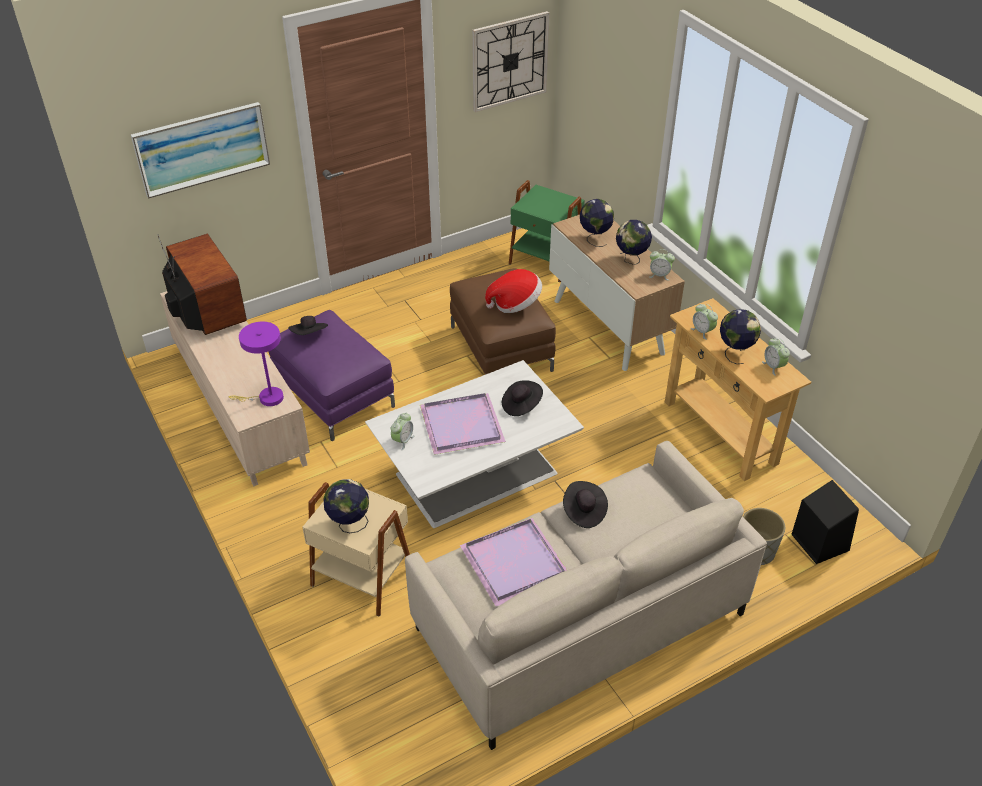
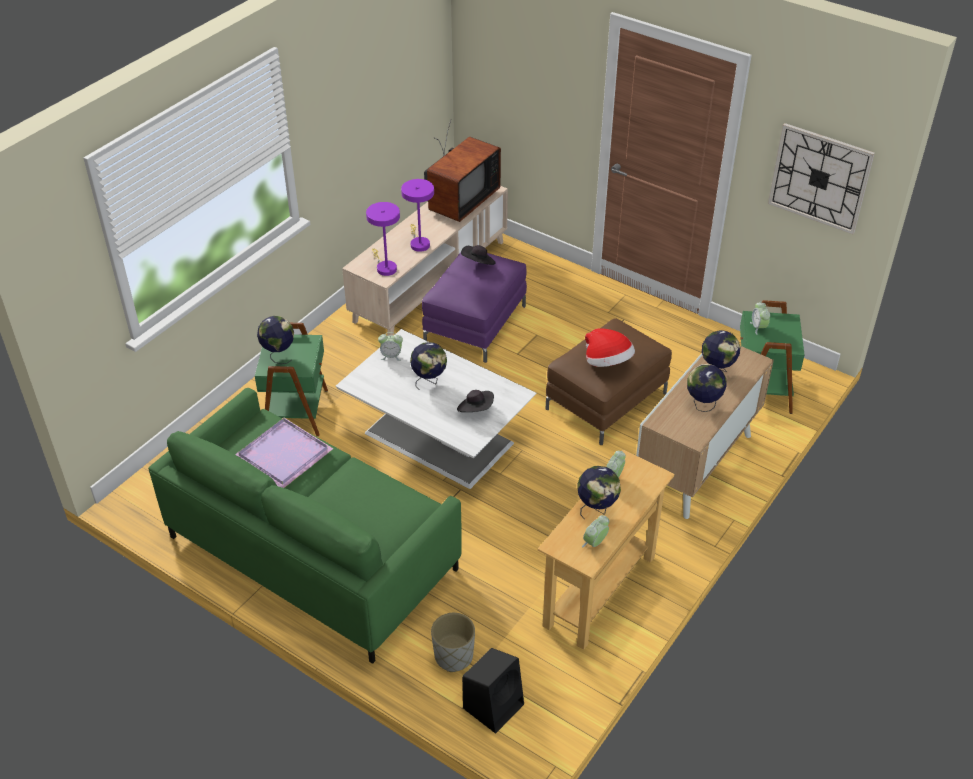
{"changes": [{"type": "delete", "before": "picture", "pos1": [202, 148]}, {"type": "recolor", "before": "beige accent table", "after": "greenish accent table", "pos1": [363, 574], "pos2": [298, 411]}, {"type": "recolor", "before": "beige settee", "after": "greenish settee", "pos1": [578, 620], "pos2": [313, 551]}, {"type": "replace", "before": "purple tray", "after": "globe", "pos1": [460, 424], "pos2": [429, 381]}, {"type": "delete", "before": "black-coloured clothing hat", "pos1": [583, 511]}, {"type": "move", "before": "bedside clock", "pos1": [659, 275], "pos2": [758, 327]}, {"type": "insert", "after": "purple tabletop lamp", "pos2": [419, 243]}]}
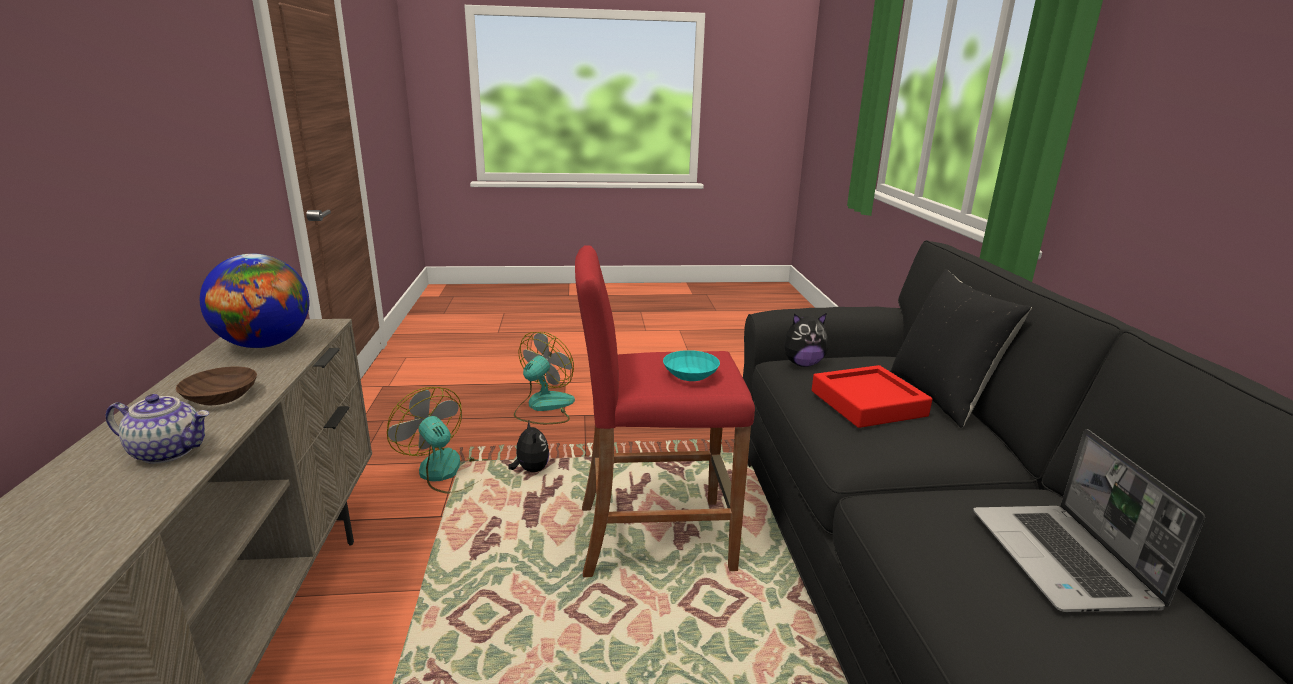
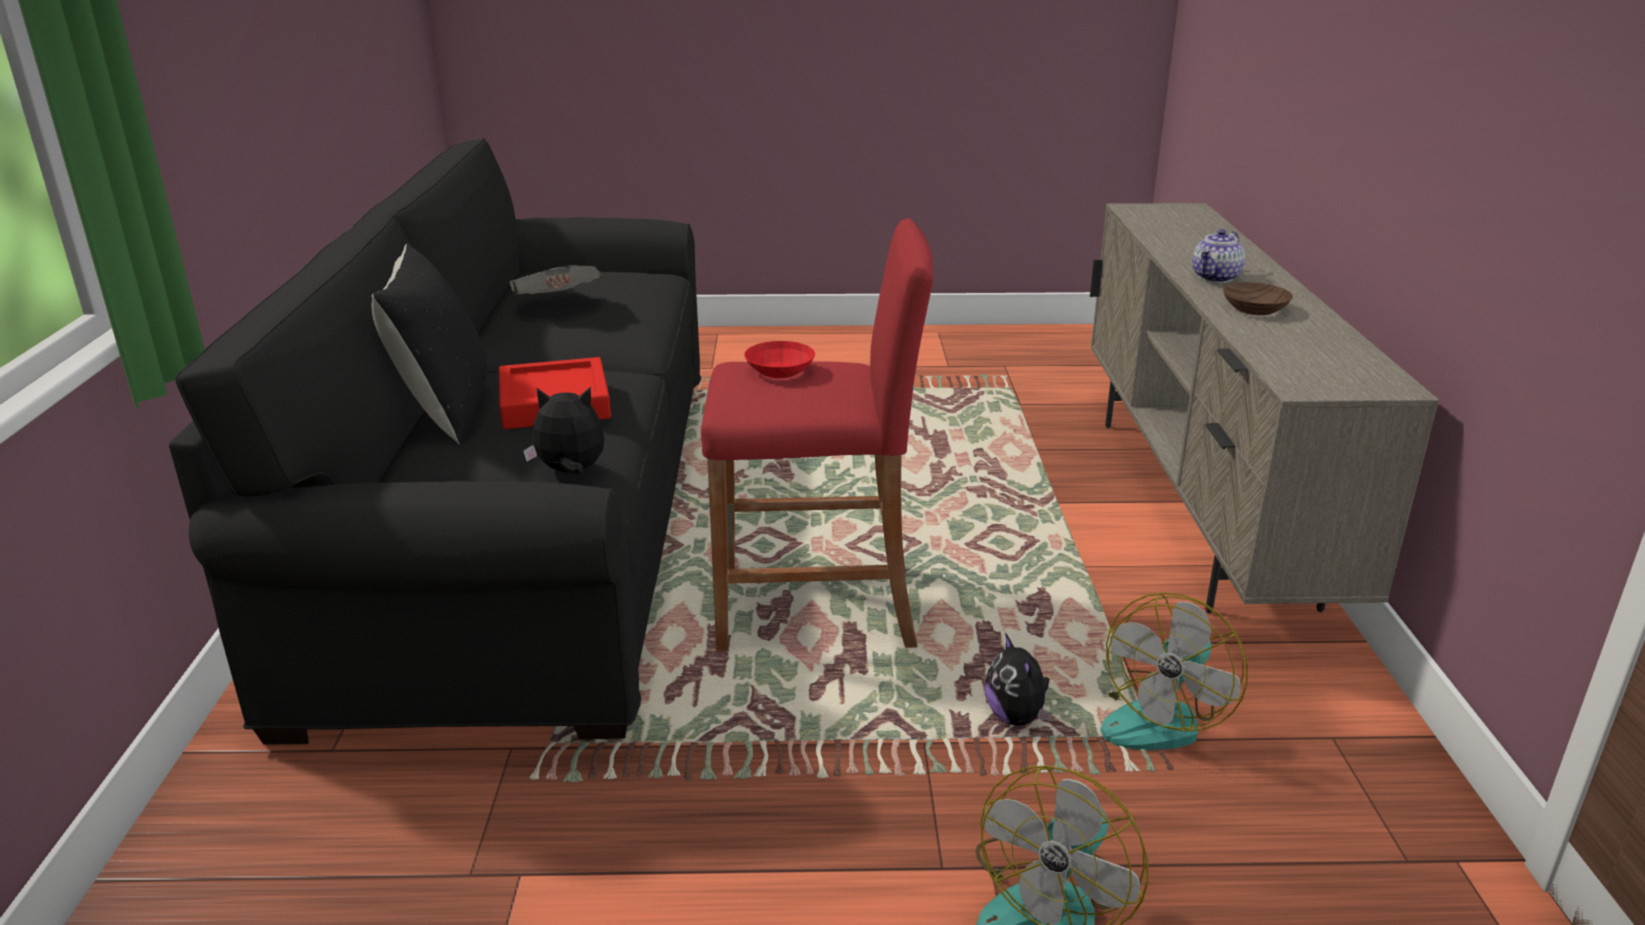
{"changes": [{"type": "rotate", "before": "pot for tea", "pos1": [169, 451], "pos2": [1216, 277], "turn": -60}, {"type": "delete", "before": "globe", "pos1": [265, 344]}, {"type": "rotate", "before": "electric fan", "pos1": [447, 472], "pos2": [1159, 716], "turn": 75}, {"type": "recolor", "before": "turquoise-coloured deep dish", "after": "reddish deep dish", "pos1": [690, 374], "pos2": [780, 371]}, {"type": "replace", "before": "portable computer", "after": "newspaper", "pos1": [1063, 560], "pos2": [558, 305]}]}
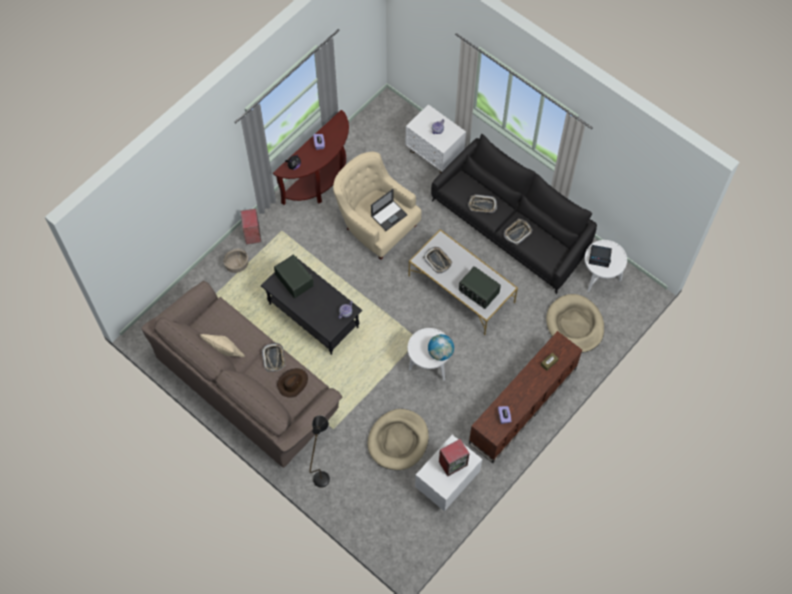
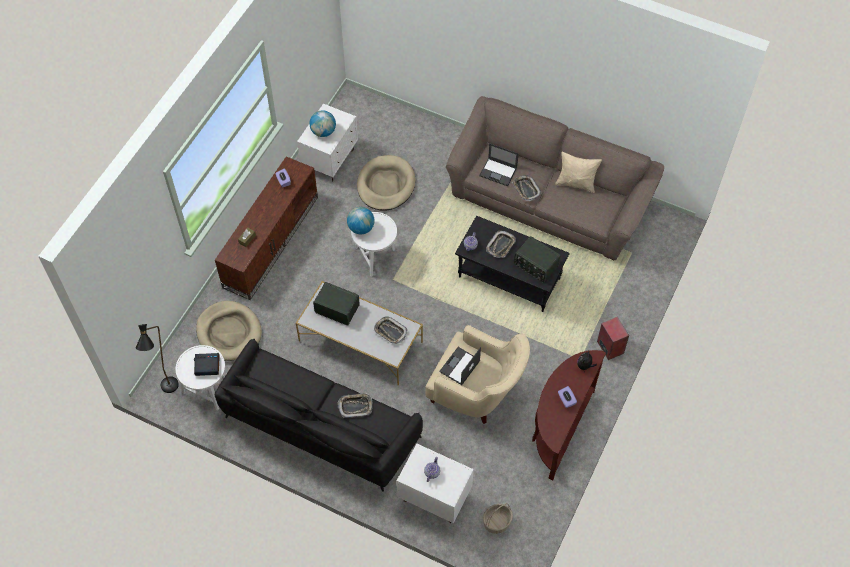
{"changes": [{"type": "move", "before": "household basket", "pos1": [237, 264], "pos2": [497, 522]}, {"type": "replace", "before": "brown clothing hat", "after": "portable computer", "pos1": [292, 383], "pos2": [498, 172]}, {"type": "move", "before": "black-coloured standard lamp", "pos1": [322, 473], "pos2": [169, 391]}, {"type": "replace", "before": "speaker", "after": "globe", "pos1": [453, 463], "pos2": [323, 132]}, {"type": "move", "before": "tray", "pos1": [517, 232], "pos2": [501, 246]}]}
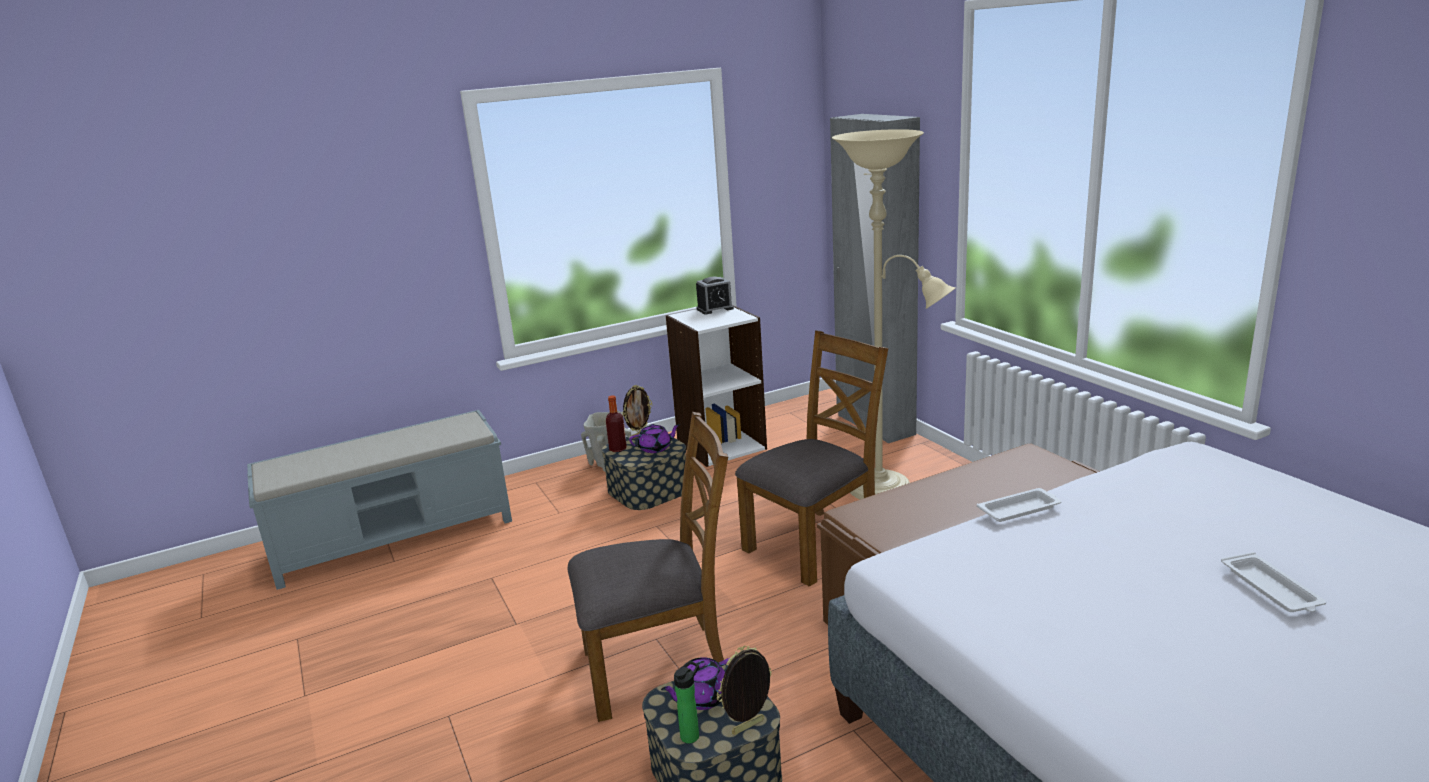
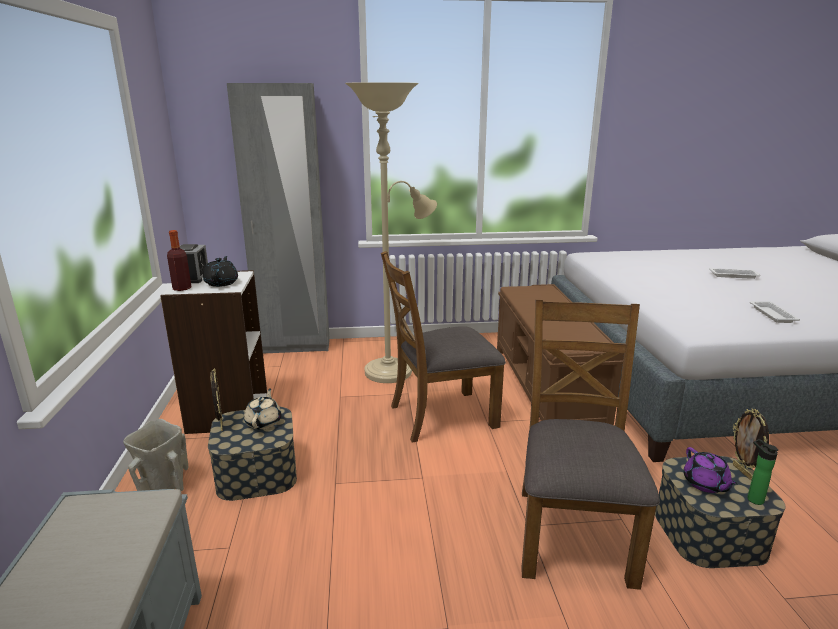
{"changes": [{"type": "move", "before": "bottle", "pos1": [618, 449], "pos2": [182, 288]}, {"type": "recolor", "before": "purple pot for tea", "after": "beige pot for tea", "pos1": [655, 448], "pos2": [264, 422]}, {"type": "rotate", "before": "brown chair", "pos1": [814, 544], "pos2": [441, 415], "turn": -90}, {"type": "move", "before": "whitish tray", "pos1": [1020, 509], "pos2": [771, 314]}, {"type": "insert", "after": "black-coloured pot for tea", "pos2": [222, 283]}]}
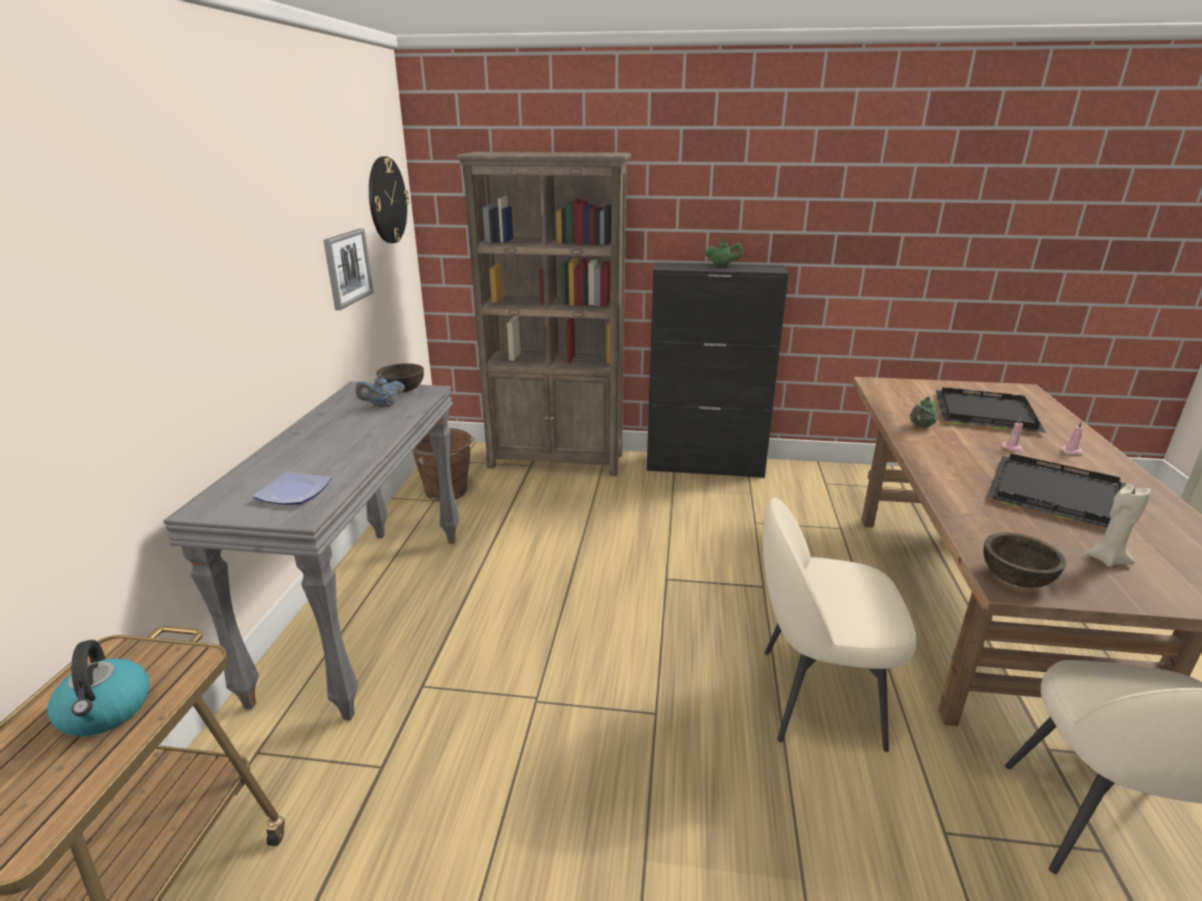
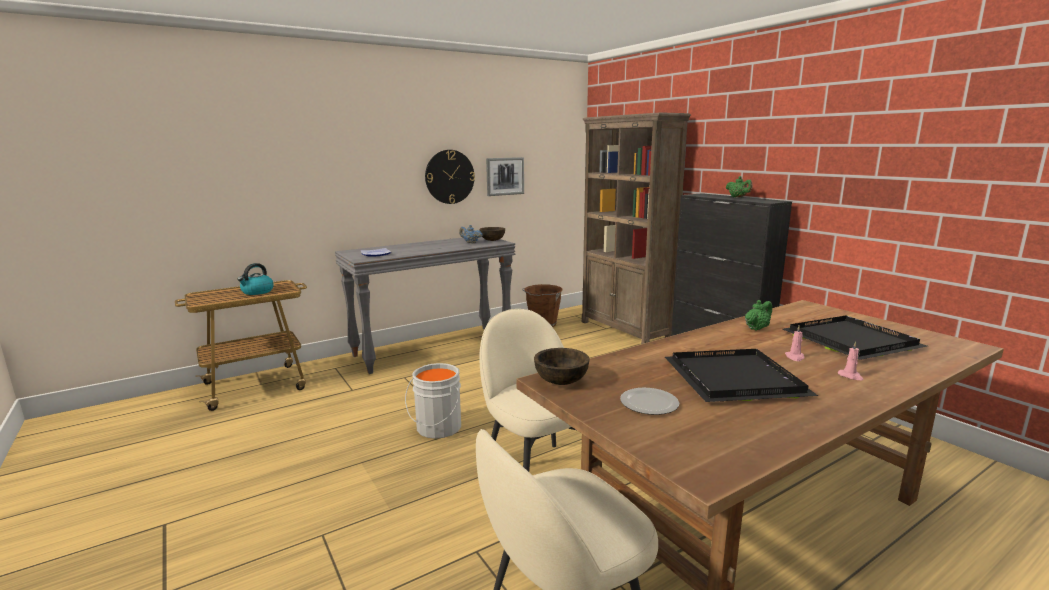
{"changes": [{"type": "move", "before": "wall clock", "pos1": [387, 200], "pos2": [449, 177]}, {"type": "rotate", "before": "greenish pot for tea", "pos1": [920, 426], "pos2": [756, 328], "turn": 135}, {"type": "replace", "before": "beige wax light", "after": "plate", "pos1": [1106, 559], "pos2": [648, 404]}, {"type": "insert", "after": "grey bucket", "pos2": [437, 428]}]}
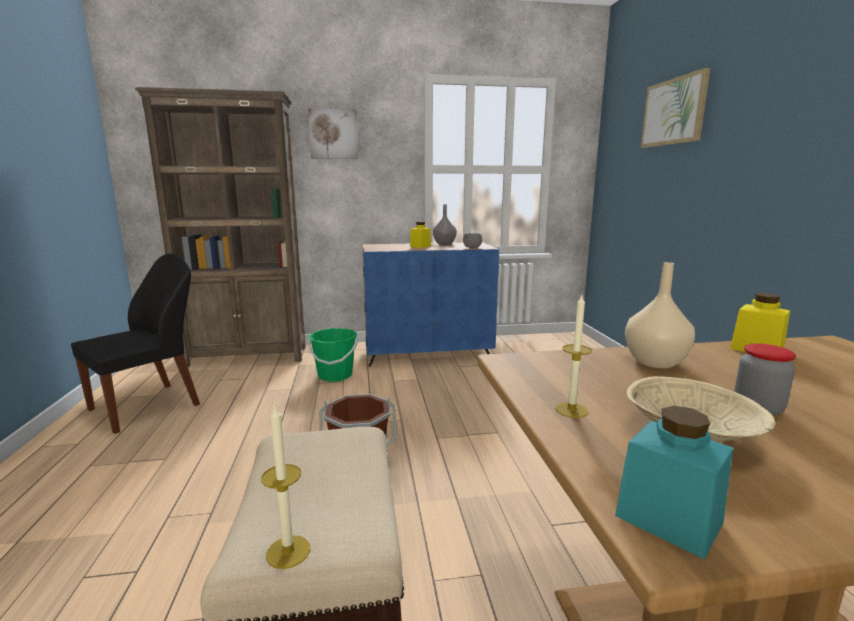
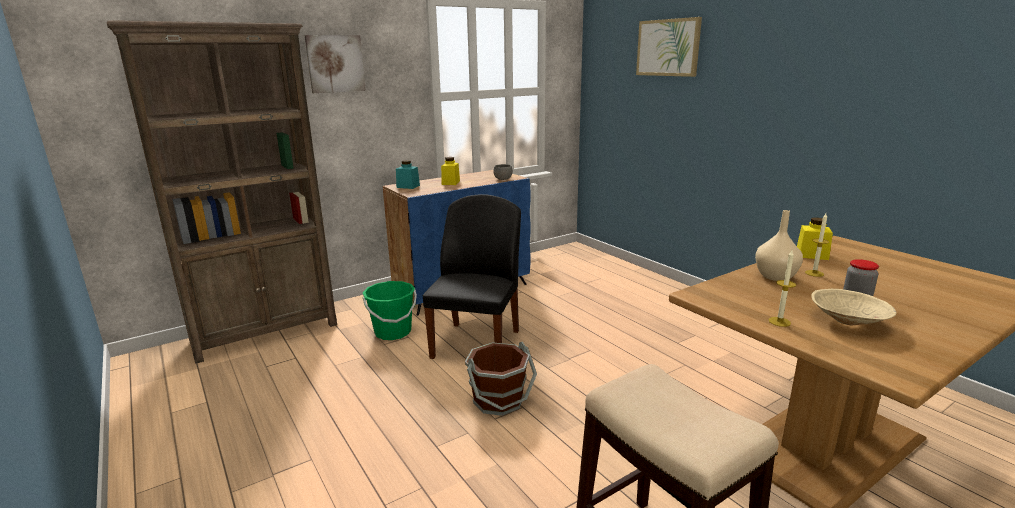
{"changes": [{"type": "move", "before": "black-coloured chair", "pos1": [148, 406], "pos2": [477, 343]}, {"type": "move", "before": "wax light", "pos1": [288, 551], "pos2": [814, 273]}, {"type": "delete", "before": "grey vase", "pos1": [445, 244]}, {"type": "move", "before": "turquoise-coloured preserve jar", "pos1": [668, 519], "pos2": [408, 186]}]}
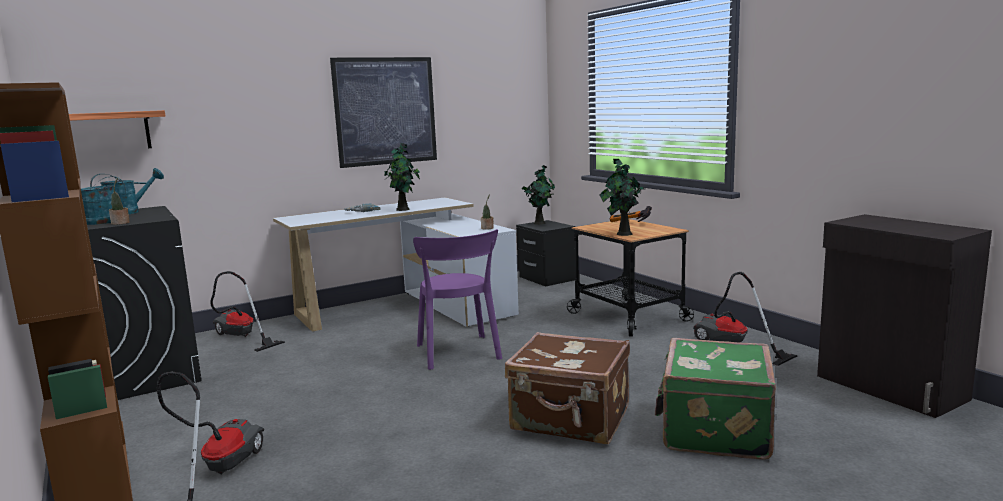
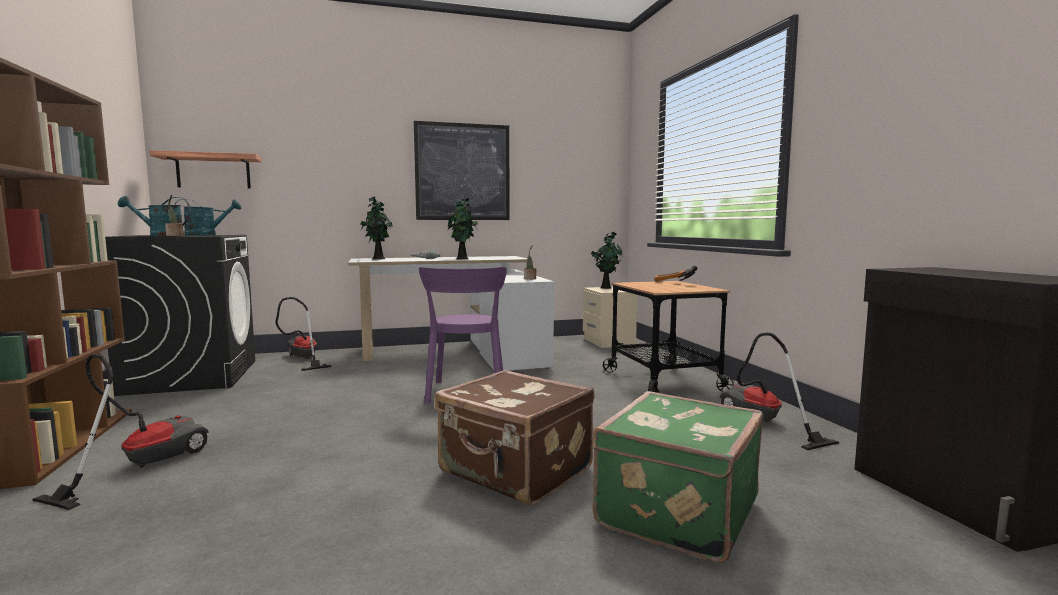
{"changes": [{"type": "recolor", "before": "black-coloured bedside table", "after": "beige bedside table", "pos1": [545, 279], "pos2": [607, 342]}, {"type": "move", "before": "plant in a pot", "pos1": [622, 234], "pos2": [377, 259]}]}
